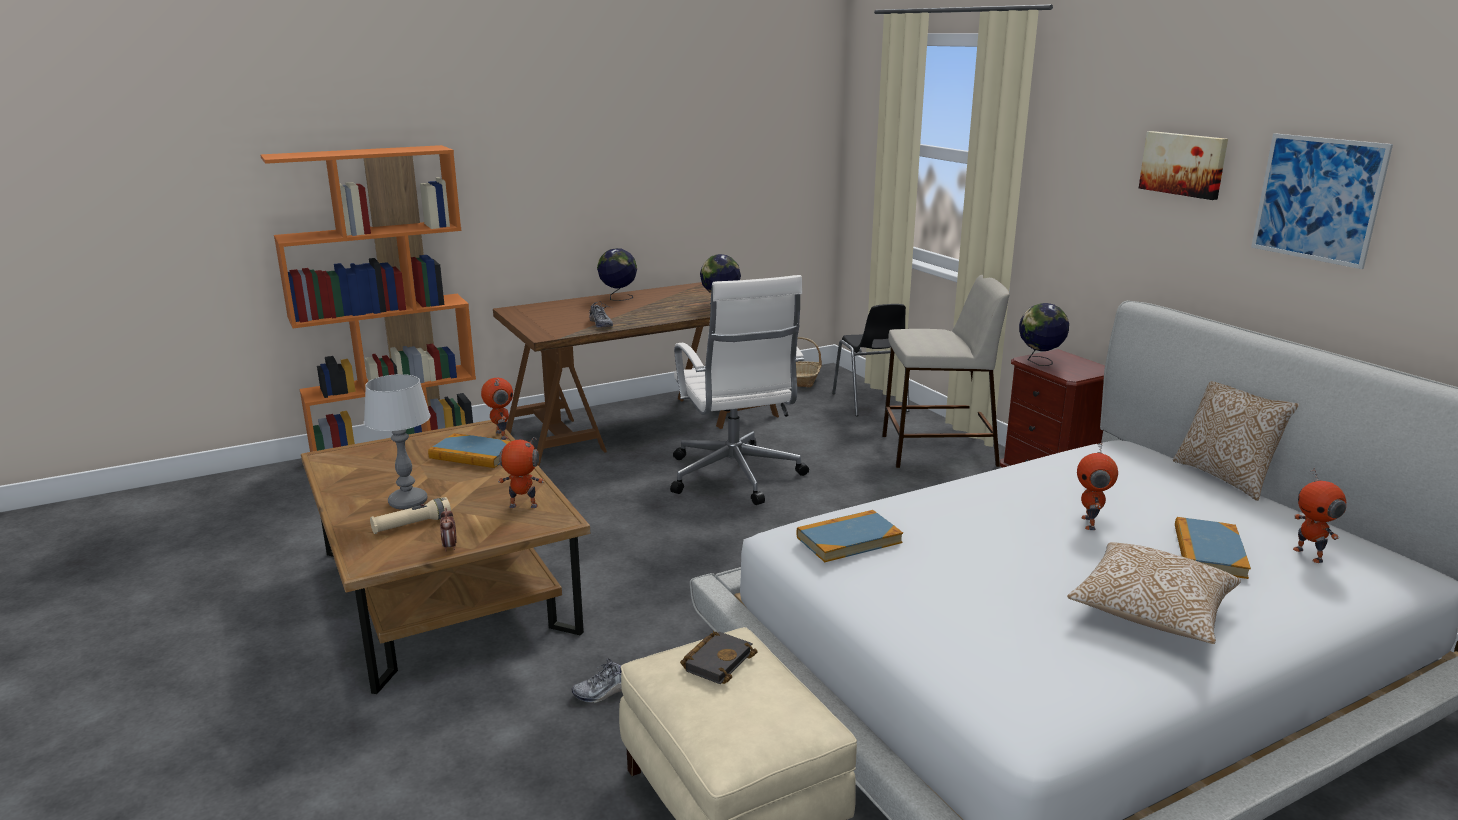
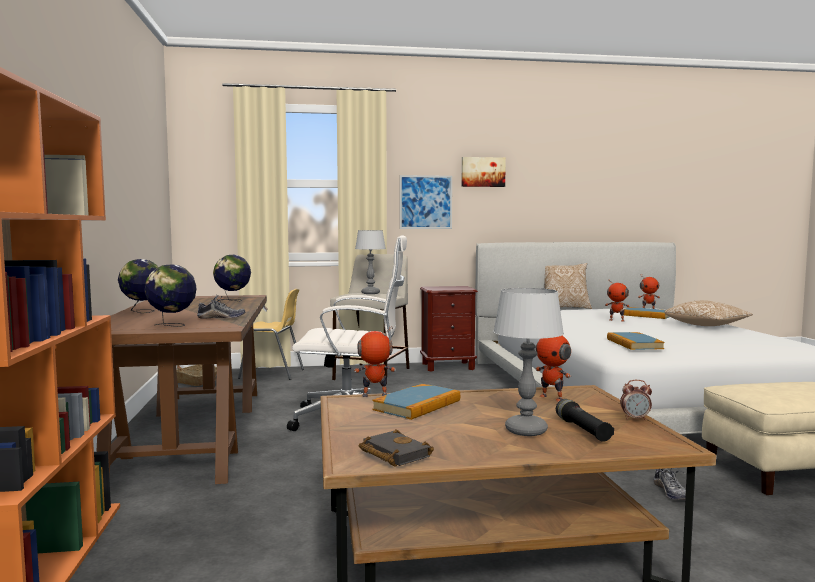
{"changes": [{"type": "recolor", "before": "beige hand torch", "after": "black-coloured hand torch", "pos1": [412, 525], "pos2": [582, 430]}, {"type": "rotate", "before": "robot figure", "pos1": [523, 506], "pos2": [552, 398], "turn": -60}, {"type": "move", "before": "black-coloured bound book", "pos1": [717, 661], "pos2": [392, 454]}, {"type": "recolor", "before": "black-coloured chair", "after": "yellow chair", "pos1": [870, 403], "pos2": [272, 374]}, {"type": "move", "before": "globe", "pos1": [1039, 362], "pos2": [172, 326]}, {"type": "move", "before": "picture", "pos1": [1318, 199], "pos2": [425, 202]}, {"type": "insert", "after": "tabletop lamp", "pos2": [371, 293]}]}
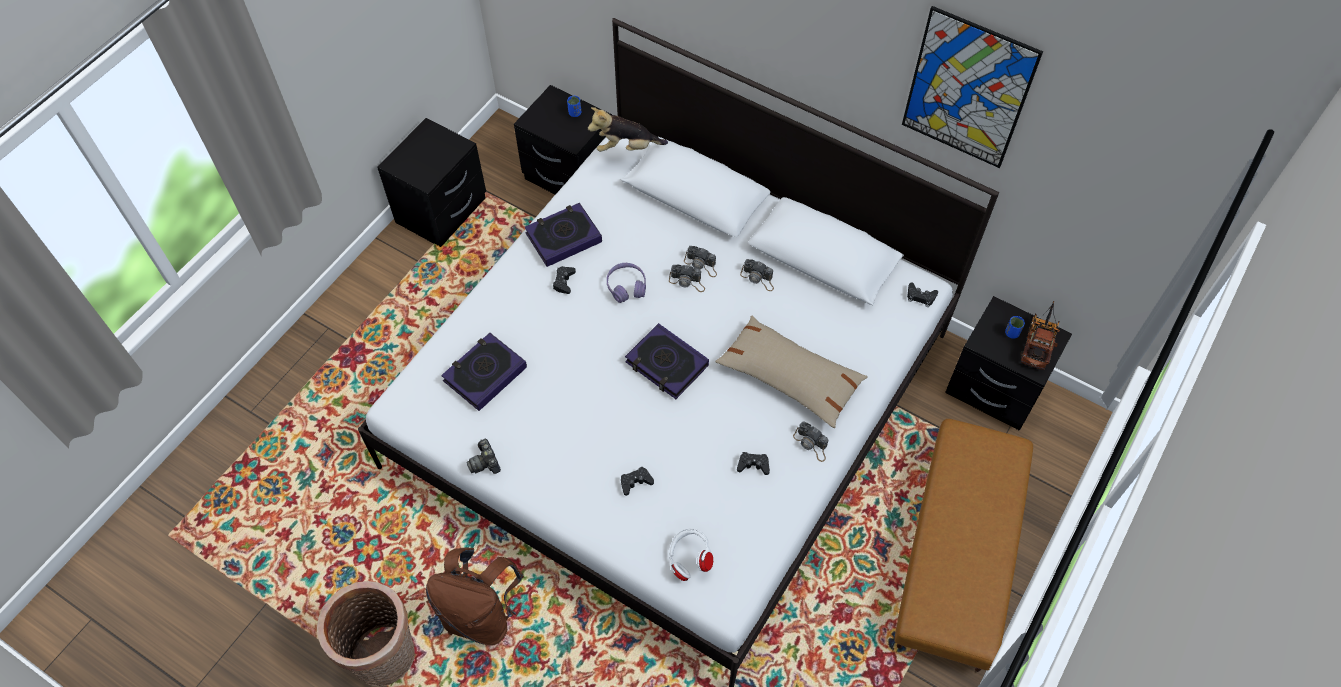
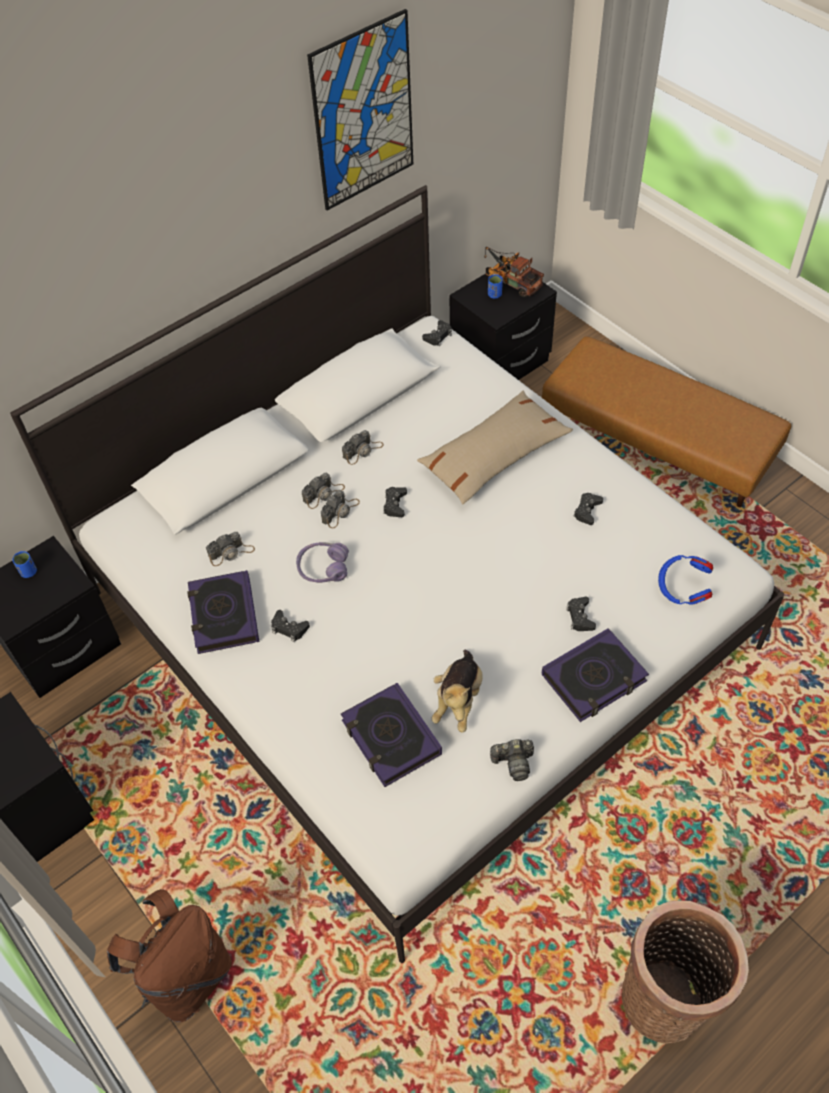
{"changes": [{"type": "move", "before": "brown backpack", "pos1": [482, 614], "pos2": [185, 975]}, {"type": "move", "before": "plush toy", "pos1": [626, 147], "pos2": [458, 700]}, {"type": "move", "before": "bound book", "pos1": [666, 364], "pos2": [594, 679]}, {"type": "recolor", "before": "whitish headset", "after": "bluish headset", "pos1": [689, 559], "pos2": [682, 590]}, {"type": "move", "before": "photo camera", "pos1": [811, 444], "pos2": [231, 553]}, {"type": "insert", "after": "black-coloured joypad", "pos2": [395, 504]}]}
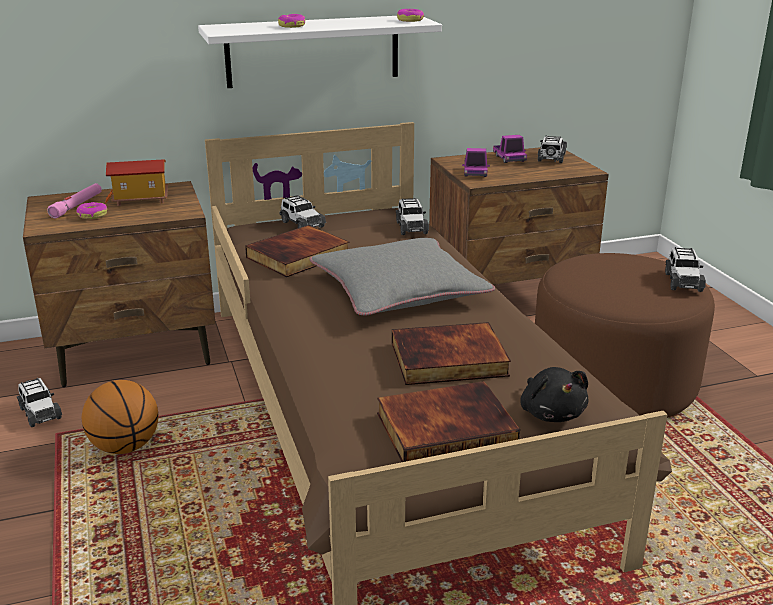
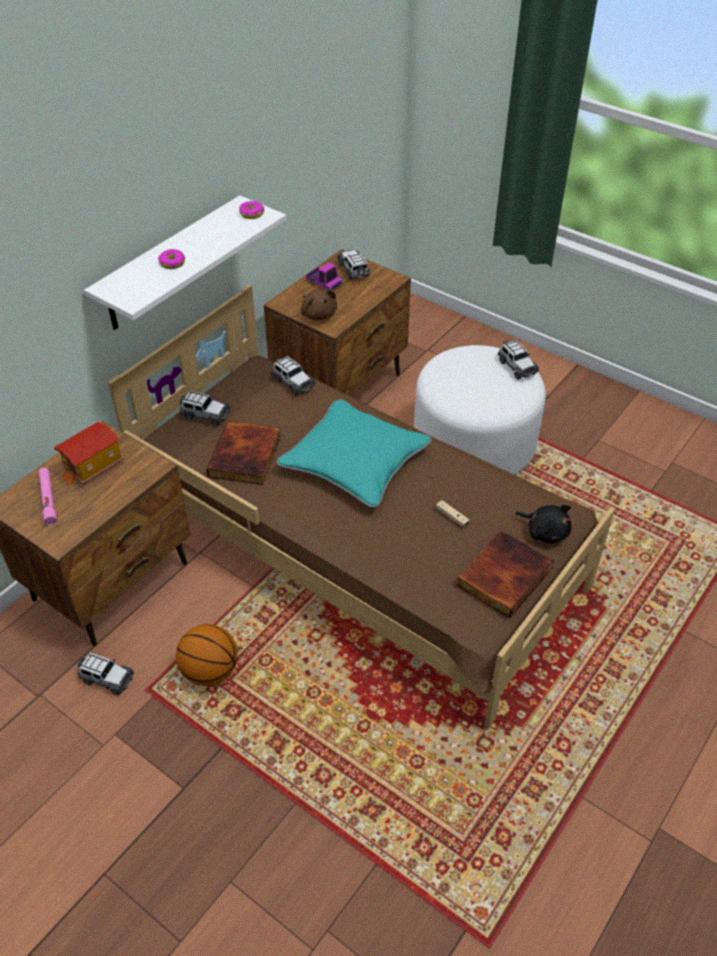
{"changes": [{"type": "delete", "before": "ring doughnut", "pos1": [92, 215]}, {"type": "recolor", "before": "grey cushion", "after": "turquoise-coloured cushion", "pos1": [398, 289], "pos2": [355, 460]}, {"type": "replace", "before": "bound book", "after": "beige joypad", "pos1": [448, 361], "pos2": [452, 517]}, {"type": "replace", "before": "toy lorry", "after": "brown plush toy", "pos1": [475, 172], "pos2": [318, 314]}, {"type": "recolor", "before": "brown footrest", "after": "whitish footrest", "pos1": [613, 384], "pos2": [474, 445]}]}
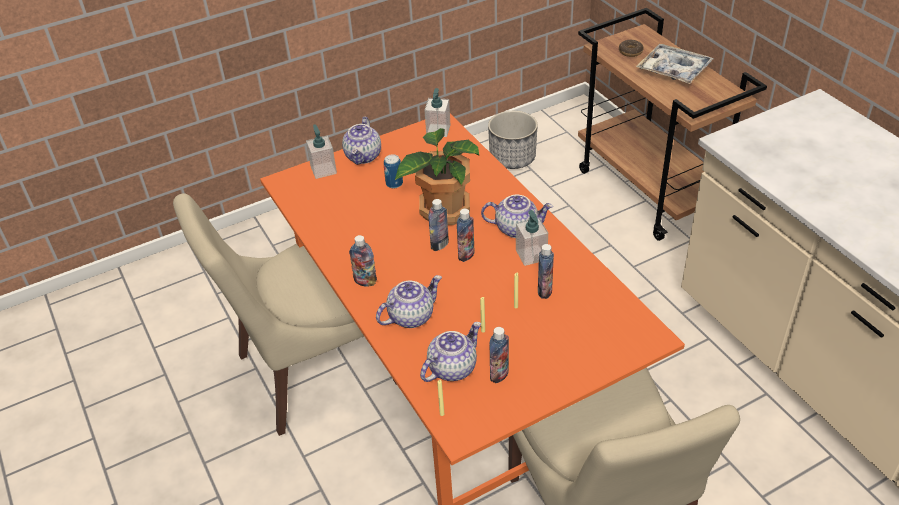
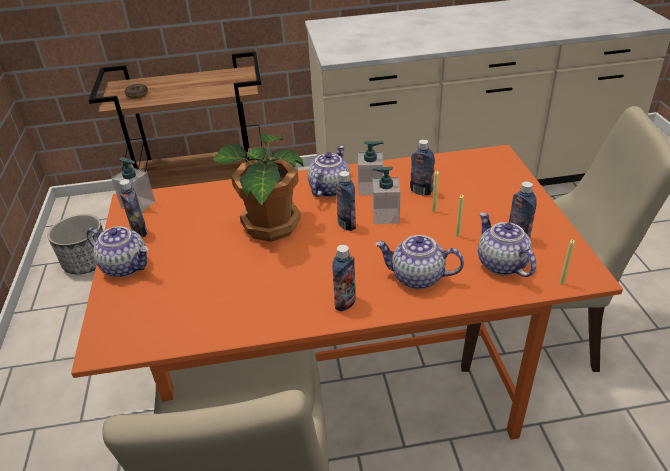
{"changes": [{"type": "move", "before": "soap bottle", "pos1": [323, 170], "pos2": [385, 216]}, {"type": "rotate", "before": "pot for tea", "pos1": [411, 316], "pos2": [417, 278], "turn": -60}, {"type": "delete", "before": "metal can", "pos1": [394, 183]}, {"type": "move", "before": "bottle", "pos1": [439, 244], "pos2": [139, 232]}, {"type": "delete", "before": "tray", "pos1": [673, 70]}]}
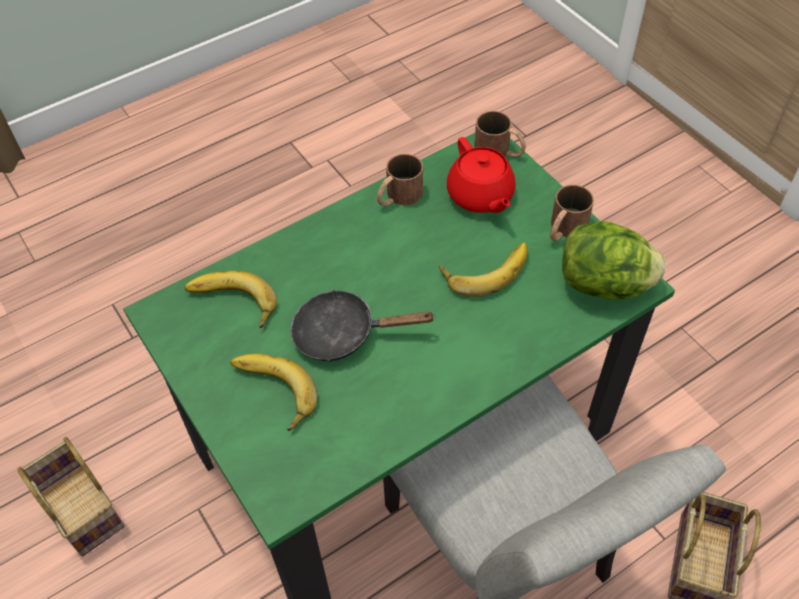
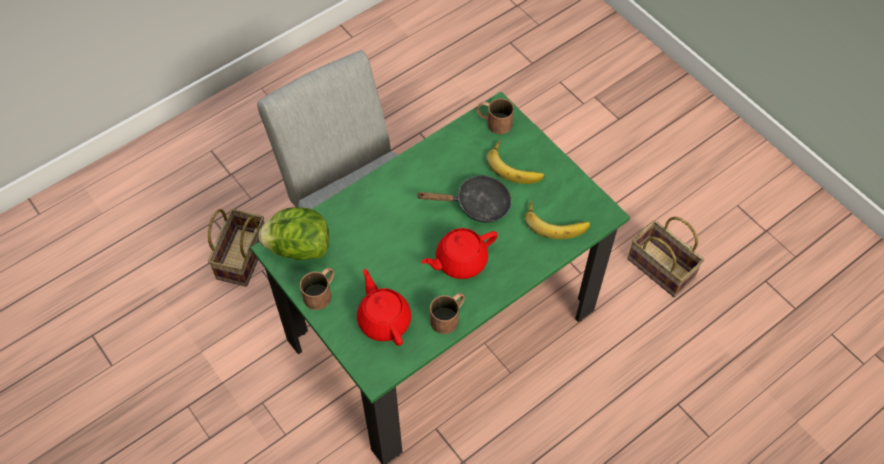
{"changes": [{"type": "delete", "before": "banana", "pos1": [485, 269]}, {"type": "move", "before": "brown mug", "pos1": [499, 151], "pos2": [493, 121]}, {"type": "insert", "after": "reddish pot for tea", "pos2": [460, 261]}]}
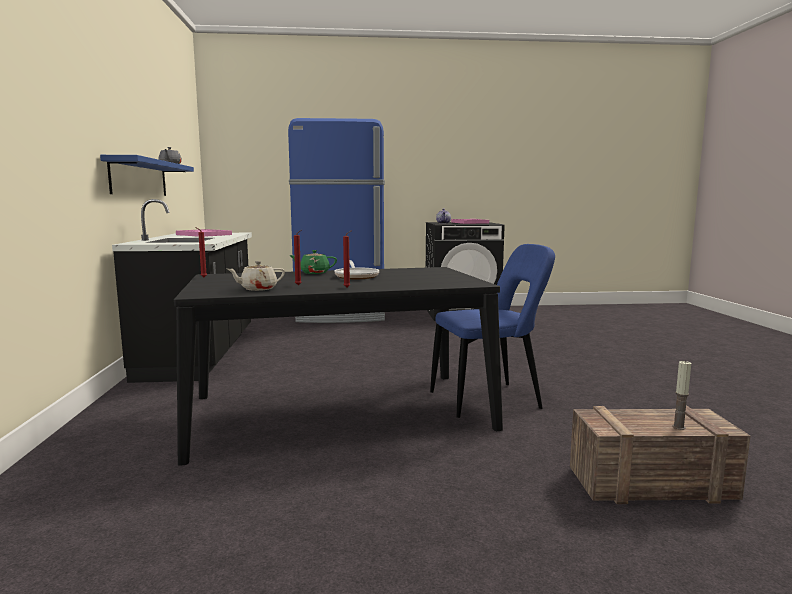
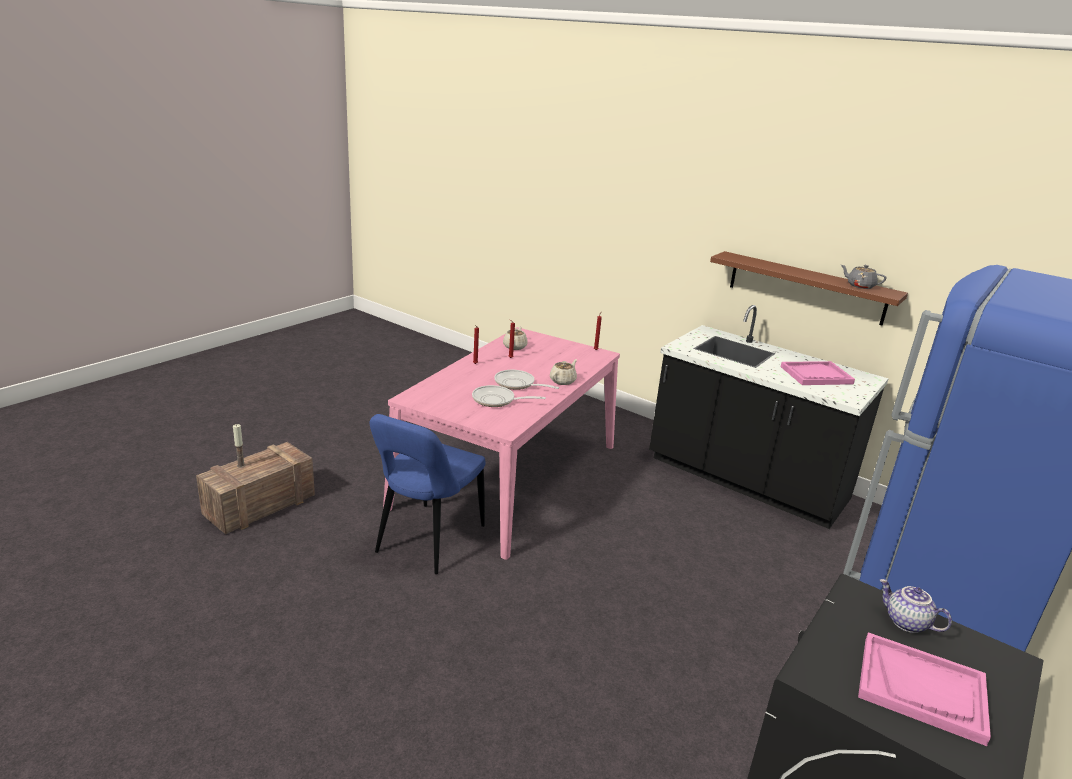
{"changes": [{"type": "recolor", "before": "bluish wall shelf", "after": "brown wall shelf", "pos1": [139, 178], "pos2": [806, 288]}, {"type": "recolor", "before": "black-coloured kitchen table", "after": "pink-coloured kitchen table", "pos1": [339, 412], "pos2": [508, 475]}, {"type": "recolor", "before": "greenish pot for tea", "after": "beige pot for tea", "pos1": [314, 273], "pos2": [563, 381]}, {"type": "insert", "after": "pan", "pos2": [497, 400]}]}
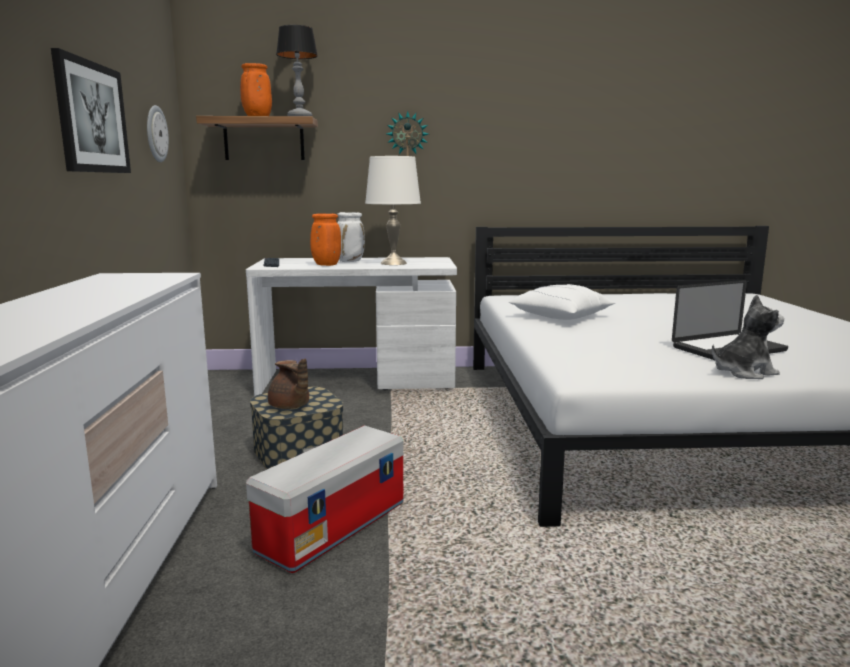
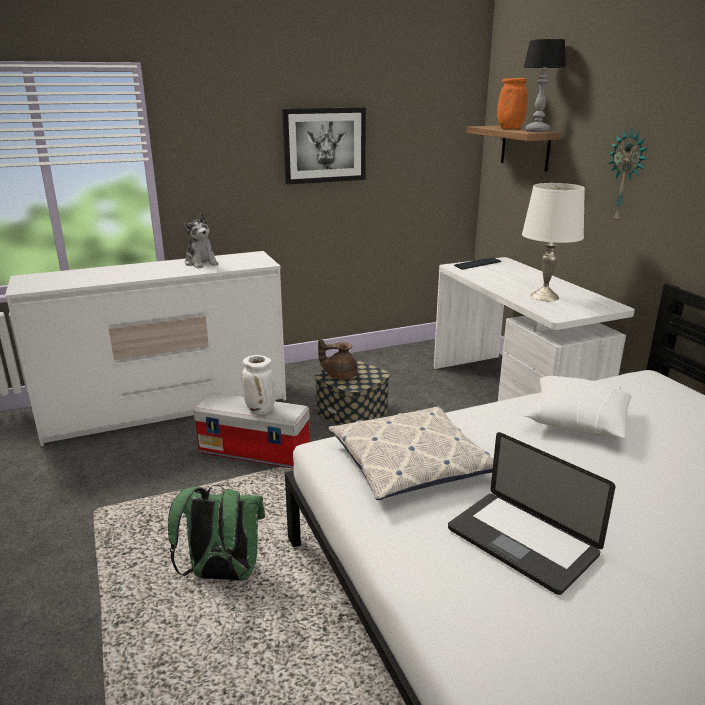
{"changes": [{"type": "delete", "before": "wall clock", "pos1": [156, 134]}, {"type": "rotate", "before": "brown pot for tea", "pos1": [290, 407], "pos2": [339, 375], "turn": 60}, {"type": "delete", "before": "orange vase", "pos1": [325, 265]}, {"type": "move", "before": "whitish vase", "pos1": [350, 261], "pos2": [261, 410]}, {"type": "move", "before": "plush toy", "pos1": [743, 372], "pos2": [201, 263]}, {"type": "insert", "after": "greenish backpack", "pos2": [222, 574]}, {"type": "insert", "after": "cushion", "pos2": [410, 462]}]}
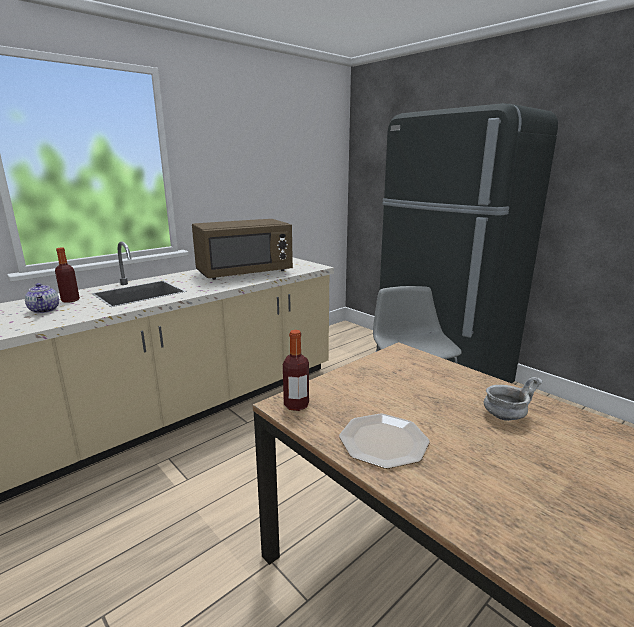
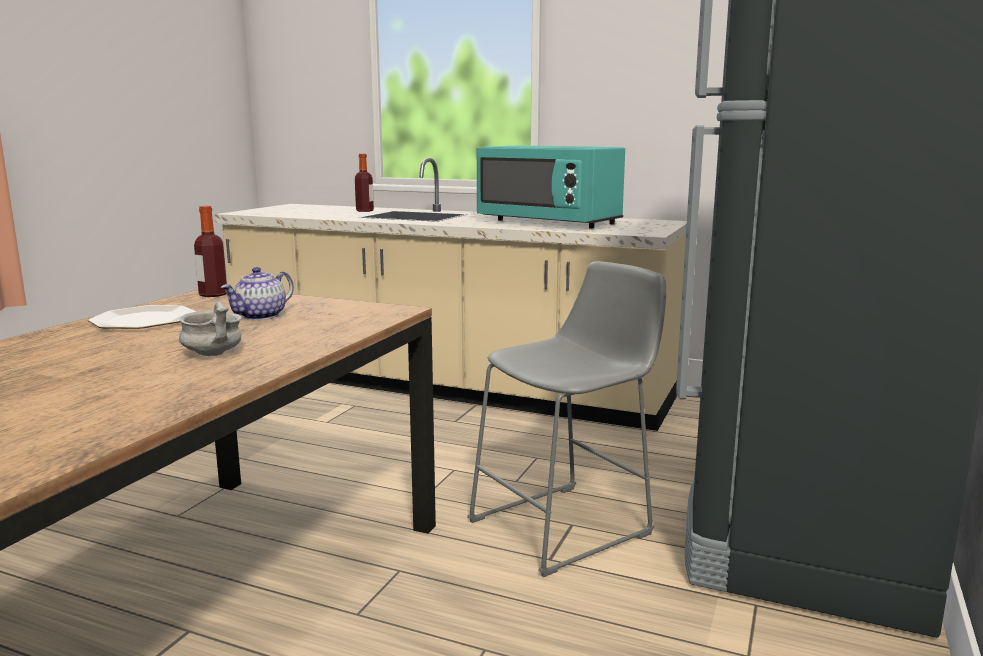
{"changes": [{"type": "move", "before": "pot for tea", "pos1": [45, 310], "pos2": [261, 316]}, {"type": "recolor", "before": "brown kitchen microwave", "after": "turquoise-coloured kitchen microwave", "pos1": [244, 273], "pos2": [549, 222]}]}
